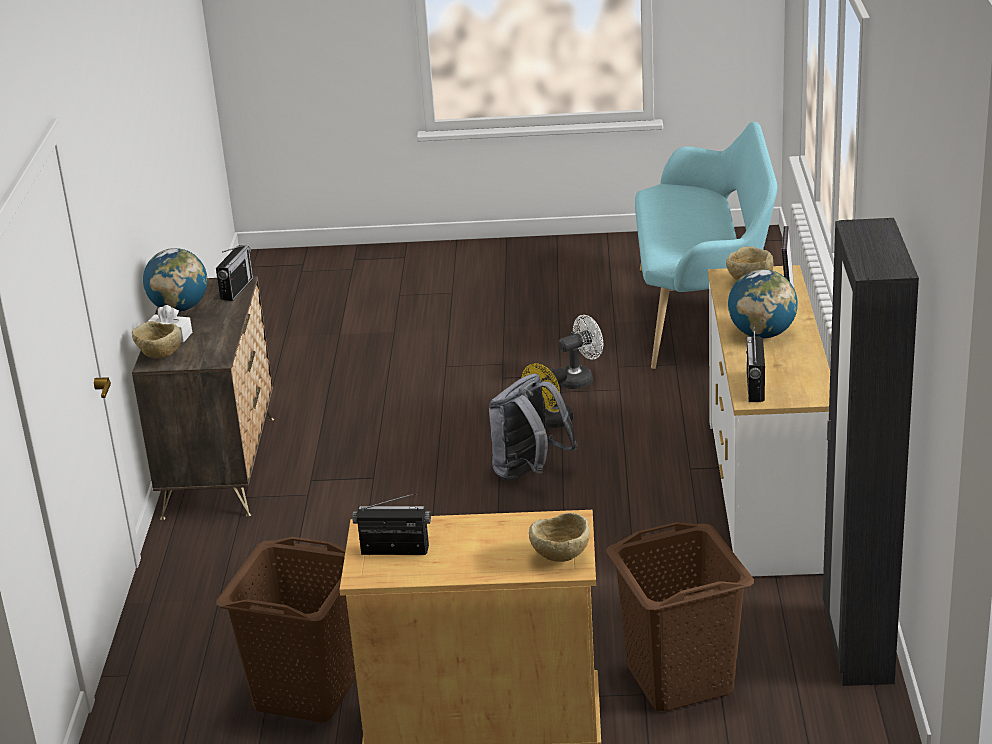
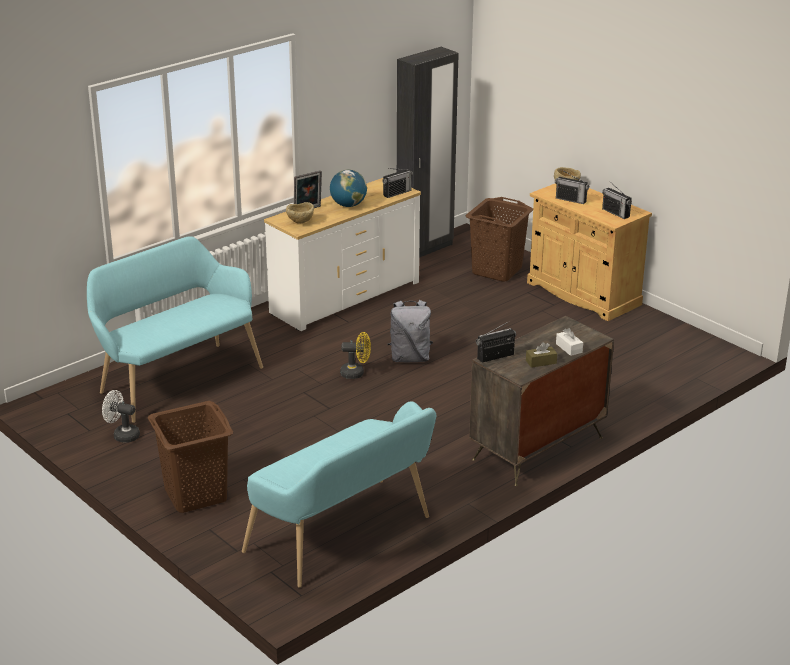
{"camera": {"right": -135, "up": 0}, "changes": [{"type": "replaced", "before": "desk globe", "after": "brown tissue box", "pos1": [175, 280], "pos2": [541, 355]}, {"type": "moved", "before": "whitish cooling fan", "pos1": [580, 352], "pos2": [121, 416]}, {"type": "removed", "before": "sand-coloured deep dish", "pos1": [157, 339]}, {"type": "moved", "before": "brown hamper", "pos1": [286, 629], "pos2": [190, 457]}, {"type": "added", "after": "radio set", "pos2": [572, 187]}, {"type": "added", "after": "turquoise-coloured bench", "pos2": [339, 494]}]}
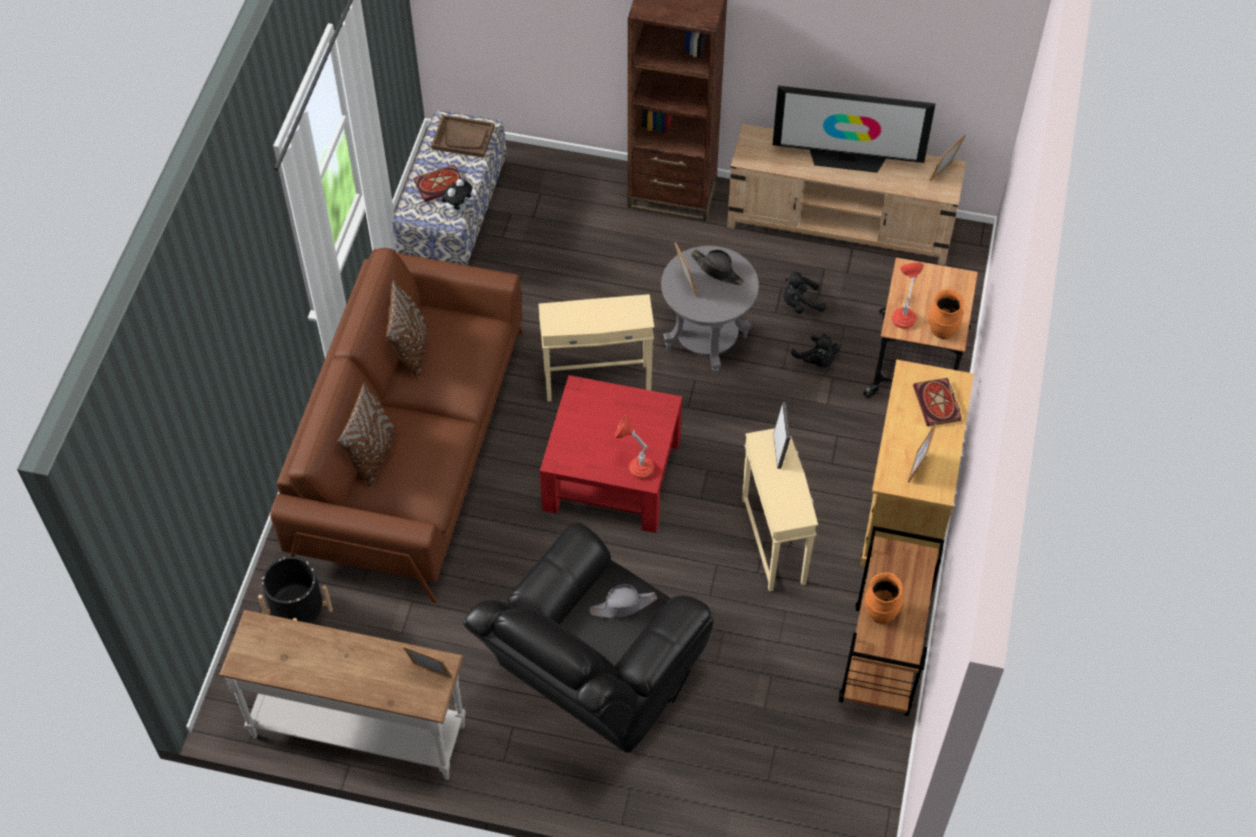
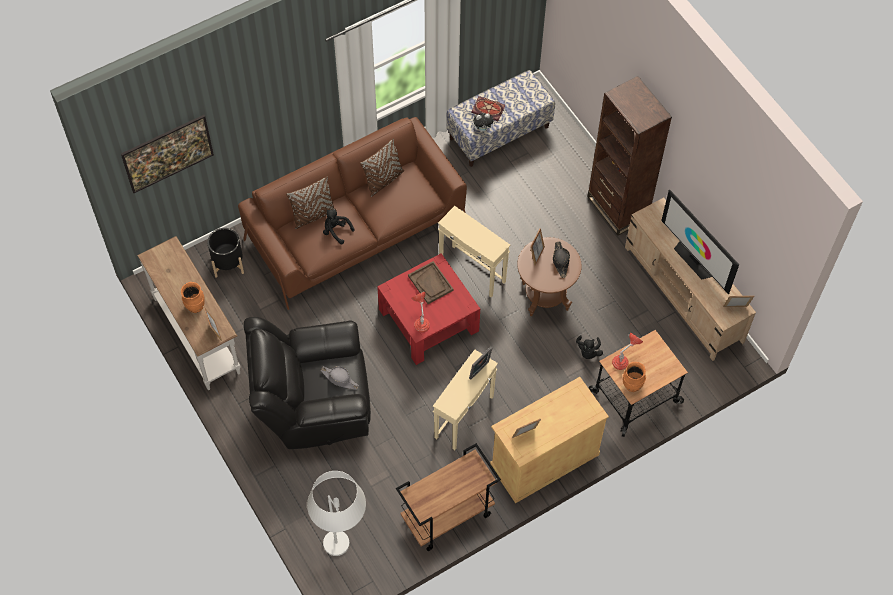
{"camera": {"right": 45, "up": 5}, "changes": [{"type": "moved", "before": "brown tray", "pos1": [463, 136], "pos2": [430, 282]}, {"type": "recoloured", "before": "greyish side table", "after": "brown side table", "pos1": [710, 311], "pos2": [549, 276]}, {"type": "moved", "before": "black plush toy", "pos1": [804, 293], "pos2": [338, 226]}, {"type": "removed", "before": "book", "pos1": [937, 402]}, {"type": "moved", "before": "orangey decorative vase", "pos1": [884, 598], "pos2": [193, 297]}, {"type": "added", "after": "picture", "pos2": [167, 154]}, {"type": "added", "after": "whitish standing lamp", "pos2": [336, 513]}]}
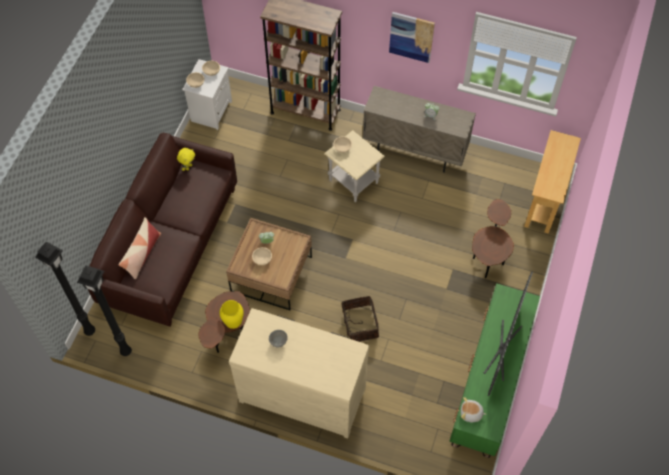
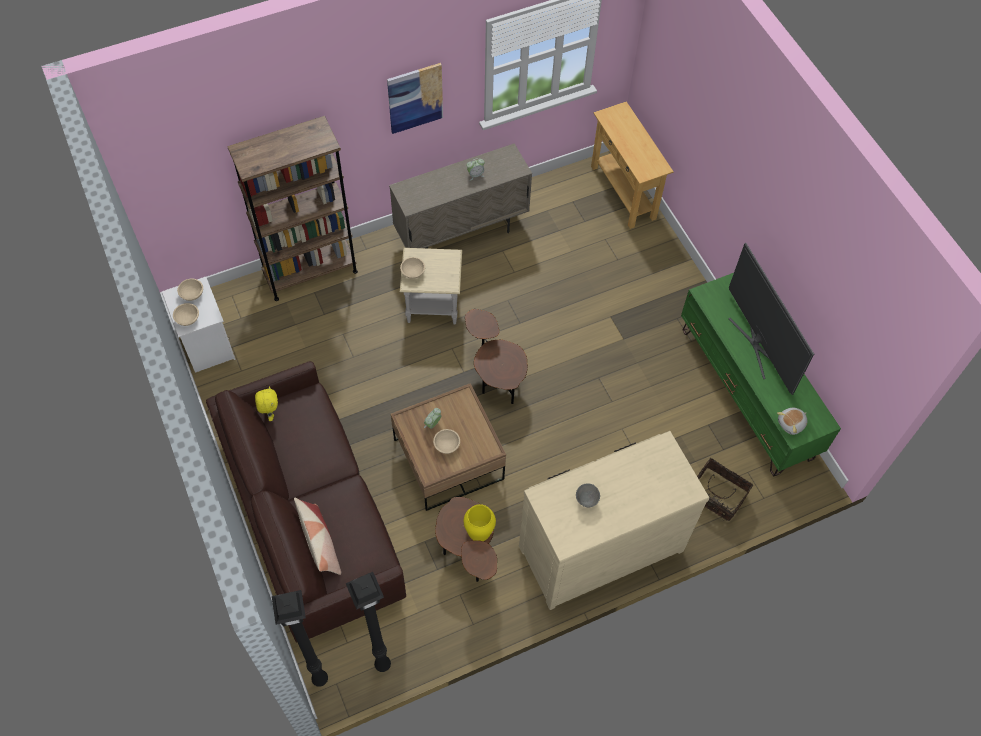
{"camera": {"right": -45, "up": 0}, "changes": [{"type": "moved", "before": "brown side table", "pos1": [493, 238], "pos2": [496, 356]}, {"type": "moved", "before": "basket", "pos1": [359, 319], "pos2": [725, 489]}]}
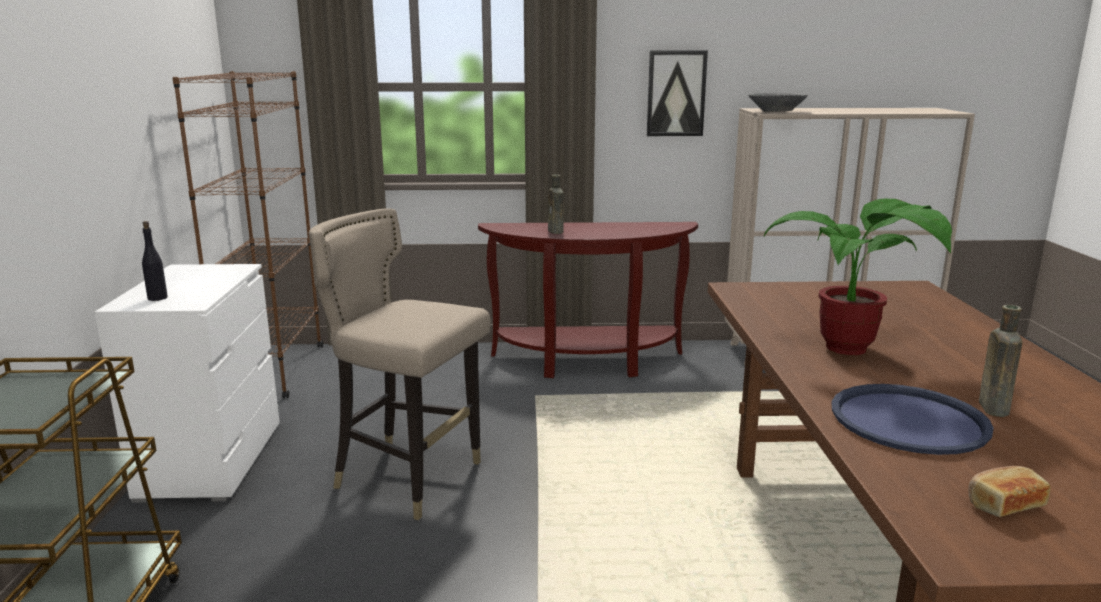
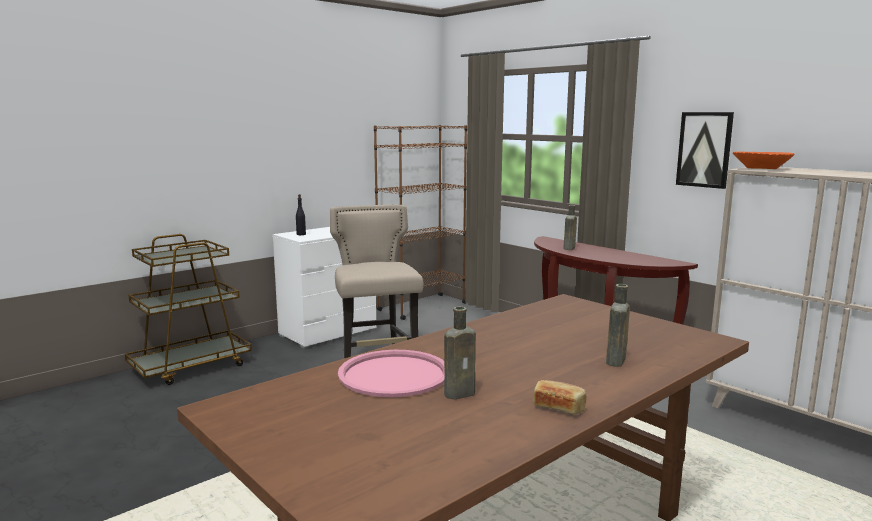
{"camera": {"right": 50, "up": -5}, "changes": [{"type": "recoloured", "before": "greyish deep dish", "after": "orangey deep dish", "pos1": [778, 102], "pos2": [764, 160]}, {"type": "removed", "before": "houseplant", "pos1": [858, 277]}, {"type": "recoloured", "before": "blue tray", "after": "pink tray", "pos1": [912, 419], "pos2": [391, 373]}, {"type": "moved", "before": "bread", "pos1": [1009, 491], "pos2": [560, 397]}, {"type": "added", "after": "brown drink bottle", "pos2": [618, 325]}]}
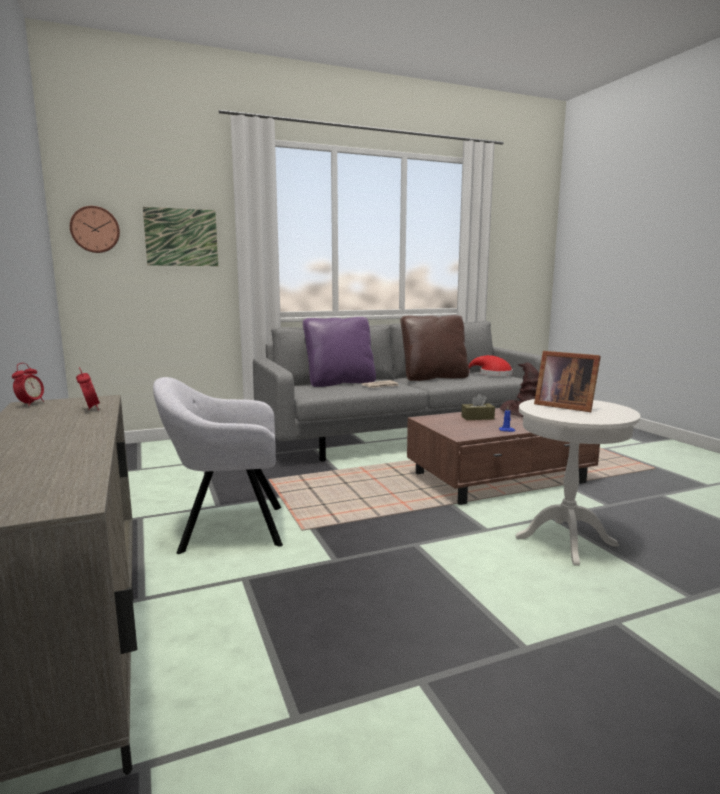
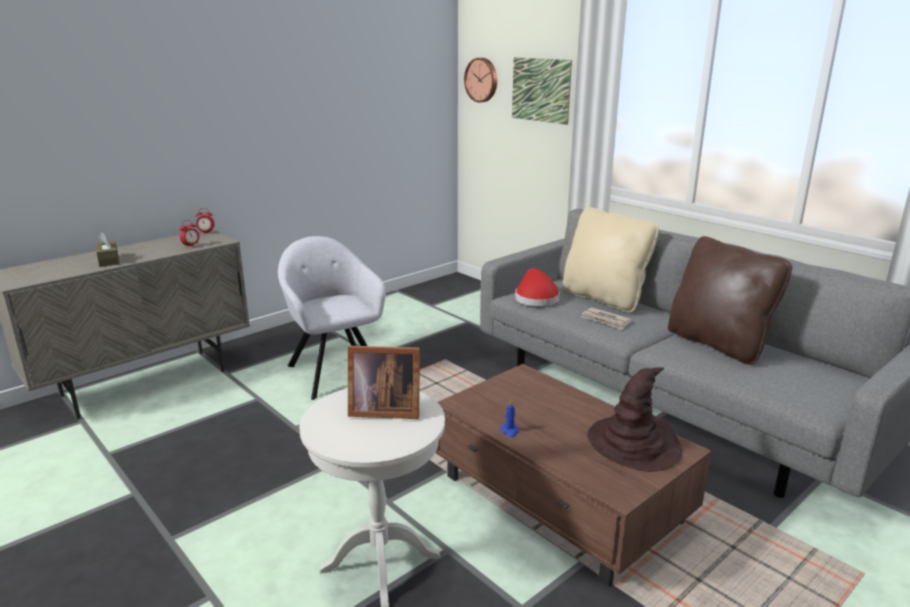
{"camera": {"right": 70, "up": 10}, "changes": [{"type": "recoloured", "before": "purple pillow", "after": "sand-coloured pillow", "pos1": [339, 352], "pos2": [610, 260]}, {"type": "turned", "before": "picture frame", "pos1": [567, 381], "pos2": [384, 382], "turn": -105}, {"type": "moved", "before": "red-coloured clothing hat", "pos1": [491, 365], "pos2": [537, 287]}, {"type": "moved", "before": "brown tissue box", "pos1": [478, 407], "pos2": [108, 249]}]}
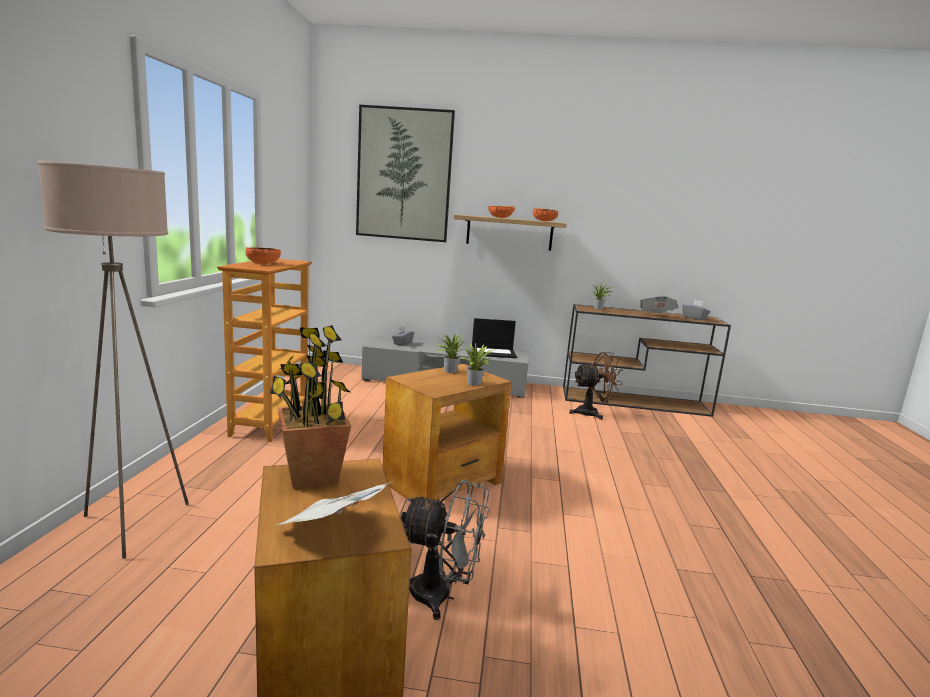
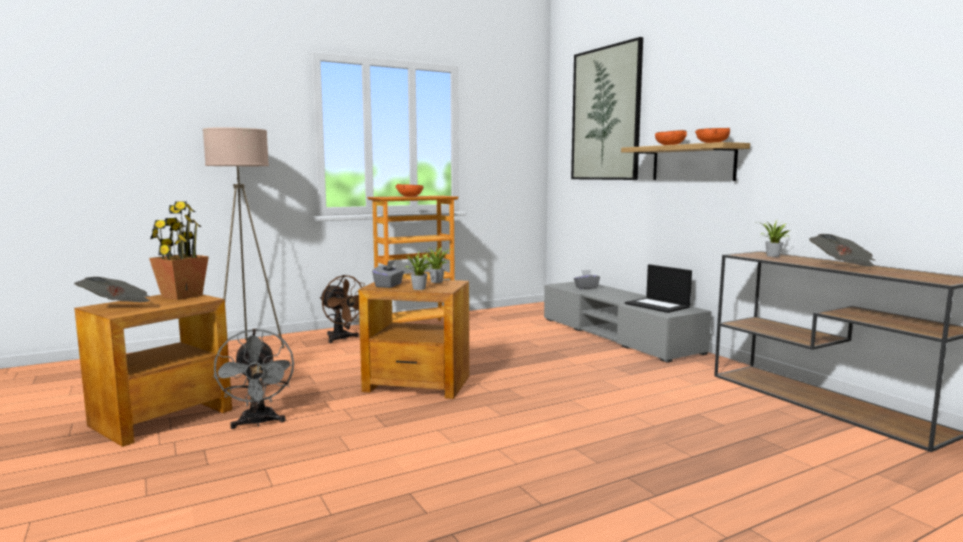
{"camera": {"right": 55, "up": -5}, "changes": [{"type": "moved", "before": "greyish tissue box", "pos1": [696, 310], "pos2": [388, 274]}, {"type": "moved", "before": "brown cooling fan", "pos1": [596, 386], "pos2": [342, 309]}]}
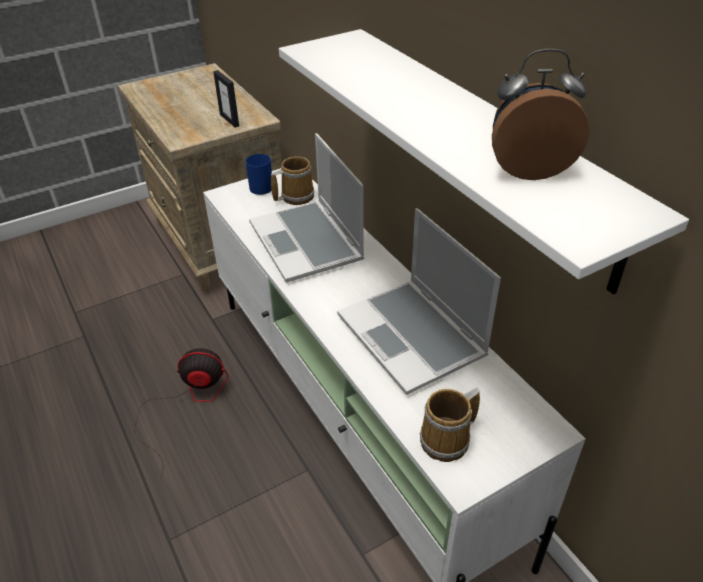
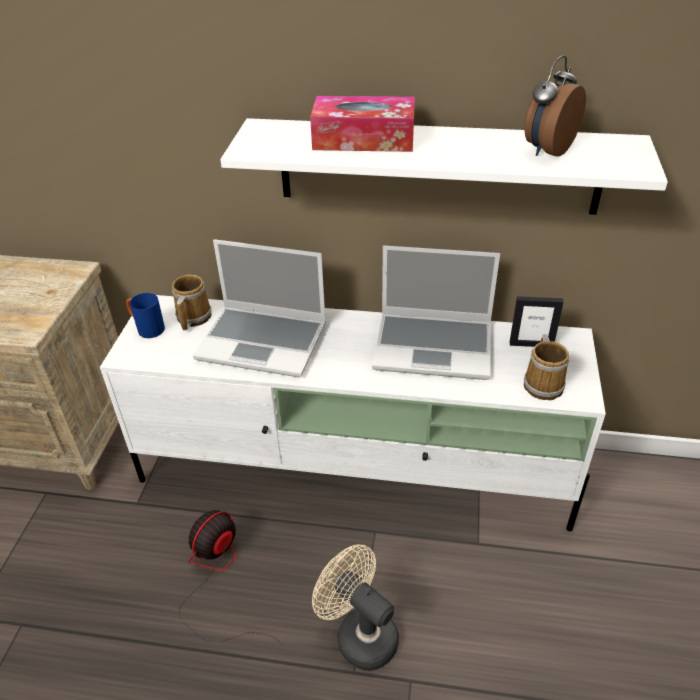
{"camera": {"right": -50, "up": 0}, "changes": [{"type": "moved", "before": "picture frame", "pos1": [226, 99], "pos2": [536, 321]}, {"type": "added", "after": "tissue box", "pos2": [362, 124]}, {"type": "added", "after": "sand-coloured cooling fan", "pos2": [355, 608]}]}
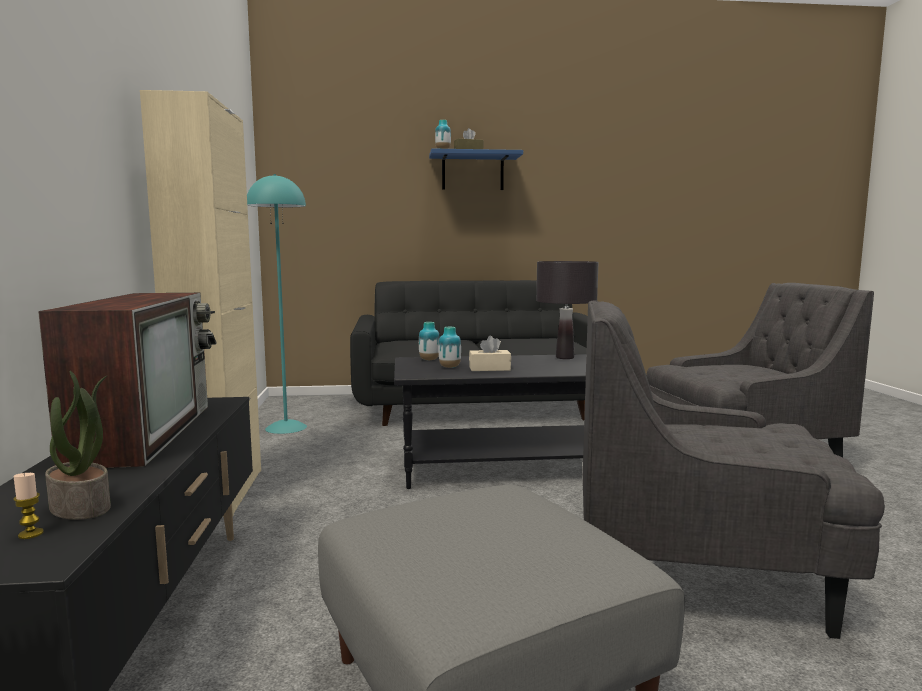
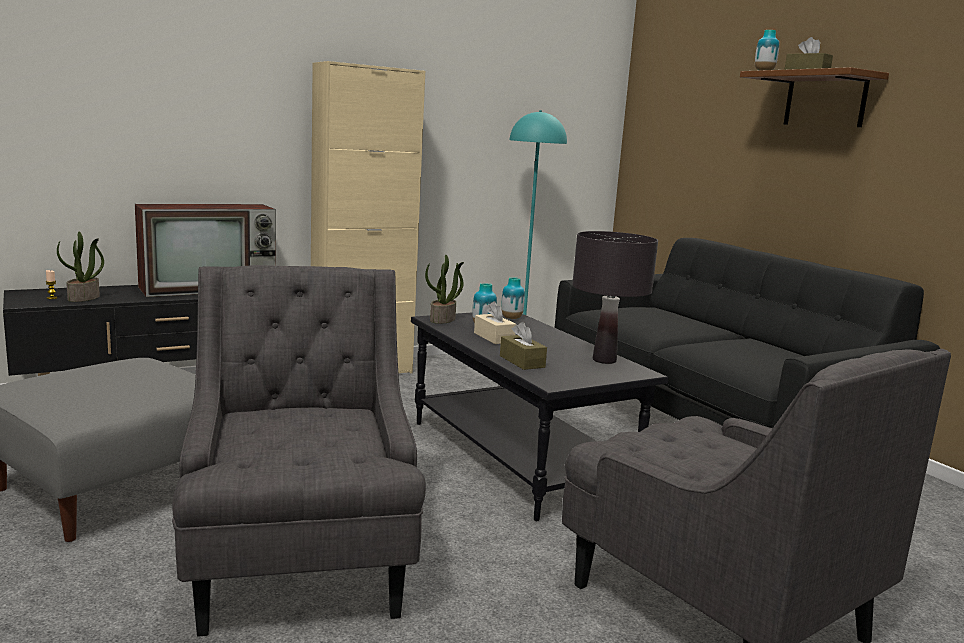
{"camera": {"right": 65, "up": 5}, "changes": [{"type": "recoloured", "before": "blue wall shelf", "after": "brown wall shelf", "pos1": [476, 169], "pos2": [814, 97]}, {"type": "added", "after": "houseplant", "pos2": [444, 289]}, {"type": "added", "after": "brown tissue box", "pos2": [523, 346]}]}
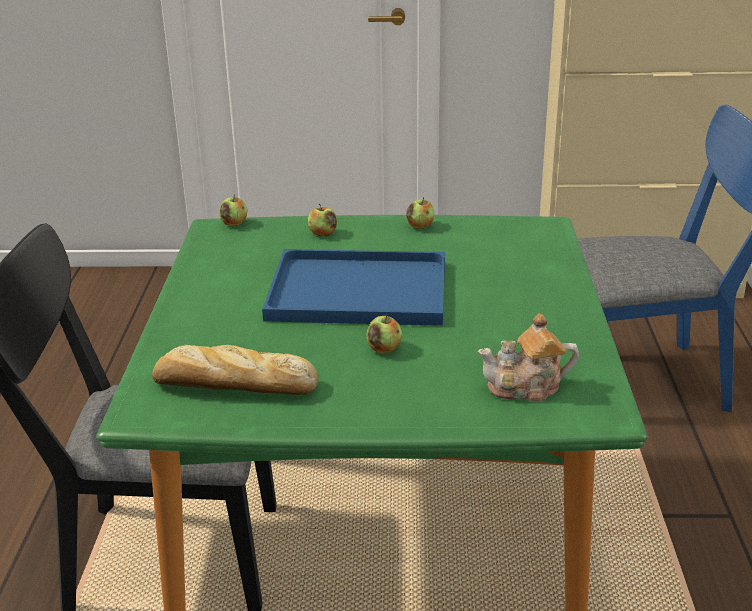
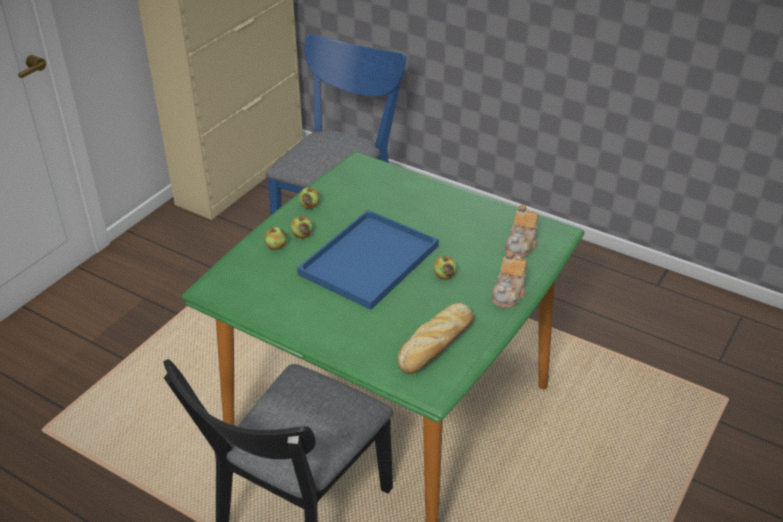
{"camera": {"right": -60, "up": 10}, "changes": [{"type": "moved", "before": "whole apple", "pos1": [233, 210], "pos2": [302, 227]}, {"type": "added", "after": "pot for tea", "pos2": [509, 279]}]}
